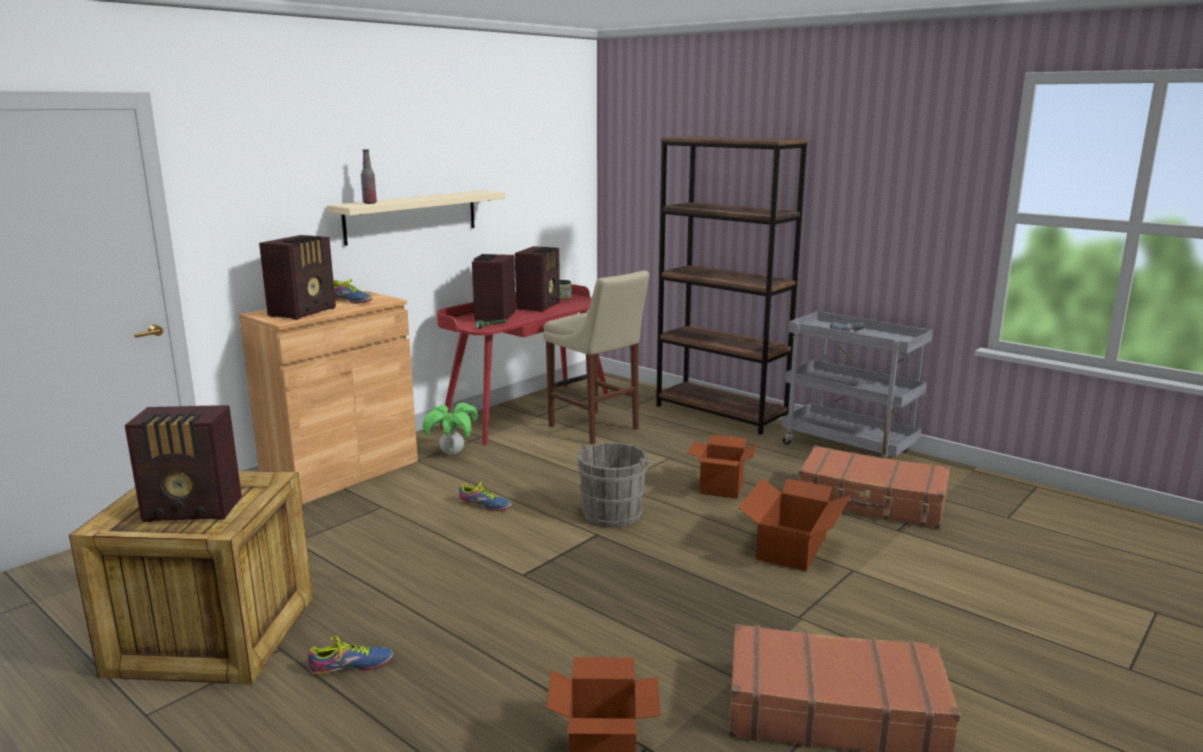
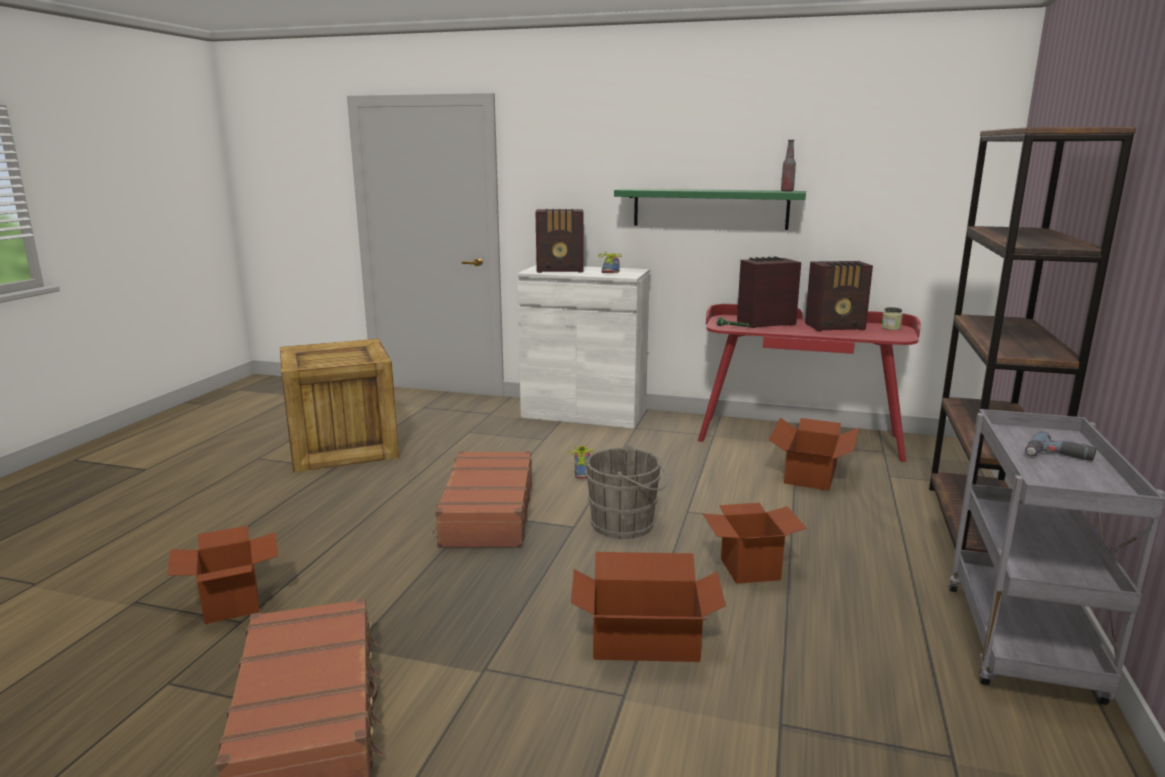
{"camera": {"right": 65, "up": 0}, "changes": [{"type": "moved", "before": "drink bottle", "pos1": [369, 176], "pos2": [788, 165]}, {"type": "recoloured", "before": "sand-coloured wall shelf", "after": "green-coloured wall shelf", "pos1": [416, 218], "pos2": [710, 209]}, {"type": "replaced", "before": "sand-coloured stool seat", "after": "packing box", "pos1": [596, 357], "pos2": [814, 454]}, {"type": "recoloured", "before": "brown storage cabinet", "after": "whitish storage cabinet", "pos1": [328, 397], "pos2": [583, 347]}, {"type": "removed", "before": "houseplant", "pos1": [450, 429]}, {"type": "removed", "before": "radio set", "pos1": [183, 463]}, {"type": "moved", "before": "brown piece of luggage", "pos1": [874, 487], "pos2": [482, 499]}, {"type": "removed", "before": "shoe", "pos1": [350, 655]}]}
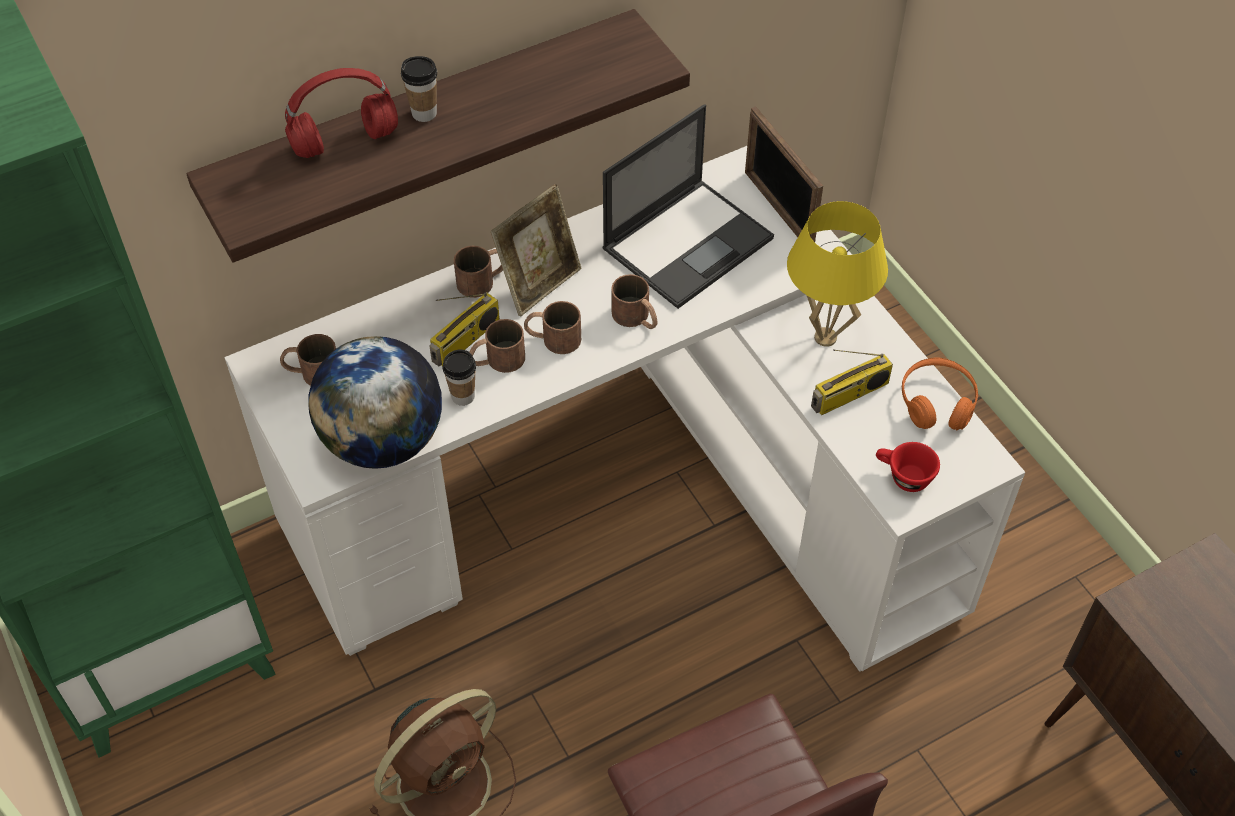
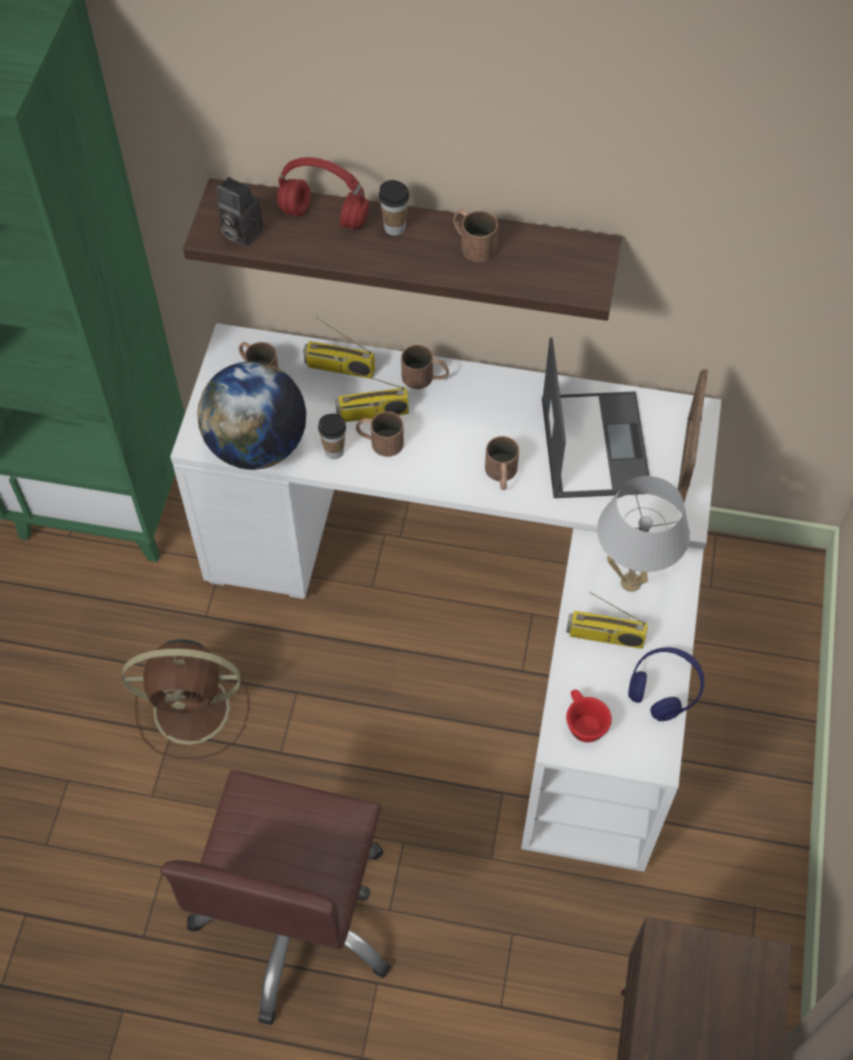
{"camera": {"right": 40, "up": 5}, "changes": [{"type": "turned", "before": "notebook computer", "pos1": [688, 206], "pos2": [596, 417], "turn": -90}, {"type": "removed", "before": "picture frame", "pos1": [536, 250]}, {"type": "recoloured", "before": "yellowish table lamp", "after": "whitish table lamp", "pos1": [837, 274], "pos2": [643, 534]}, {"type": "moved", "before": "brown mug", "pos1": [552, 327], "pos2": [475, 236]}, {"type": "recoloured", "before": "orangey pair of headphones", "after": "blue pair of headphones", "pos1": [940, 394], "pos2": [666, 684]}, {"type": "added", "after": "still camera", "pos2": [240, 212]}, {"type": "added", "after": "radio set", "pos2": [339, 348]}]}
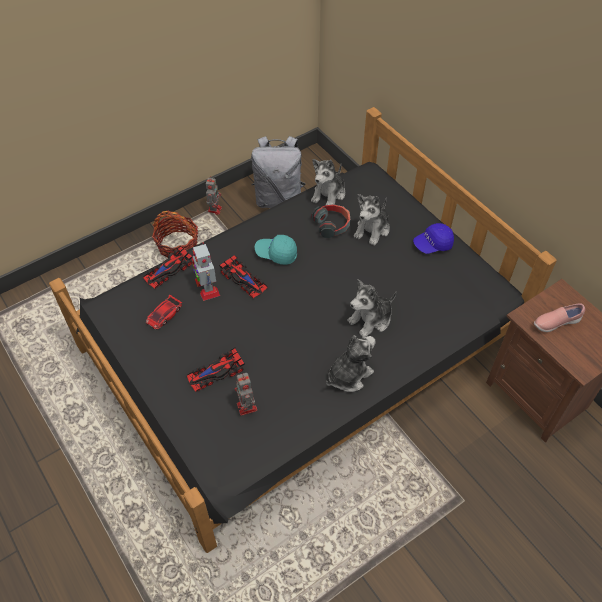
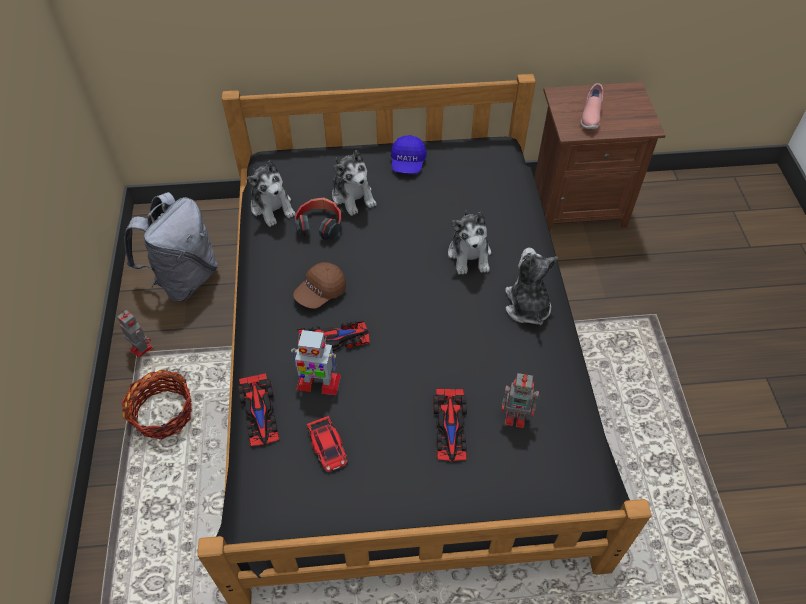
{"camera": {"right": -60, "up": 0}, "changes": [{"type": "recoloured", "before": "turquoise-coloured peaked cap", "after": "brown peaked cap", "pos1": [276, 250], "pos2": [319, 285]}]}
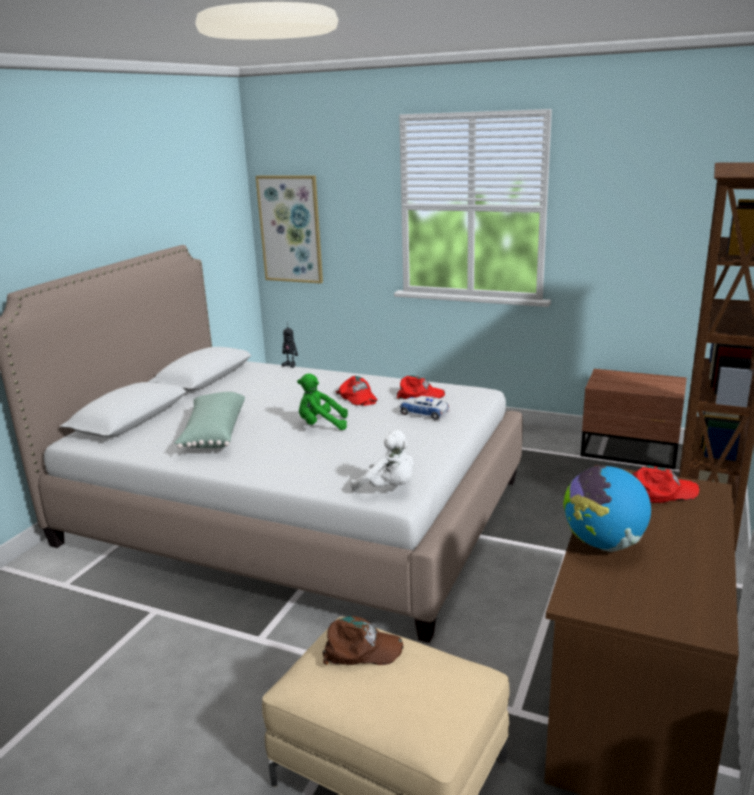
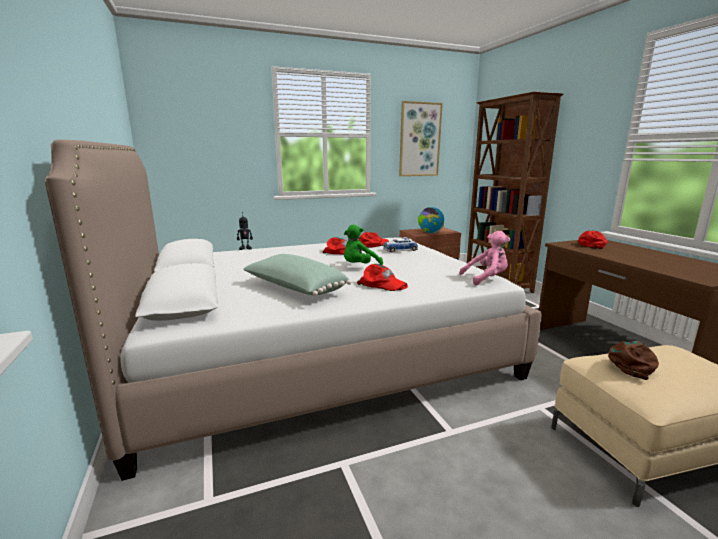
{"camera": {"right": -45, "up": -5}, "changes": [{"type": "moved", "before": "picture", "pos1": [289, 230], "pos2": [421, 138]}, {"type": "recoloured", "before": "whitish plush toy", "after": "pink plush toy", "pos1": [382, 461], "pos2": [484, 258]}, {"type": "moved", "before": "desk globe", "pos1": [607, 509], "pos2": [431, 220]}, {"type": "added", "after": "red-coloured peaked cap", "pos2": [382, 277]}]}
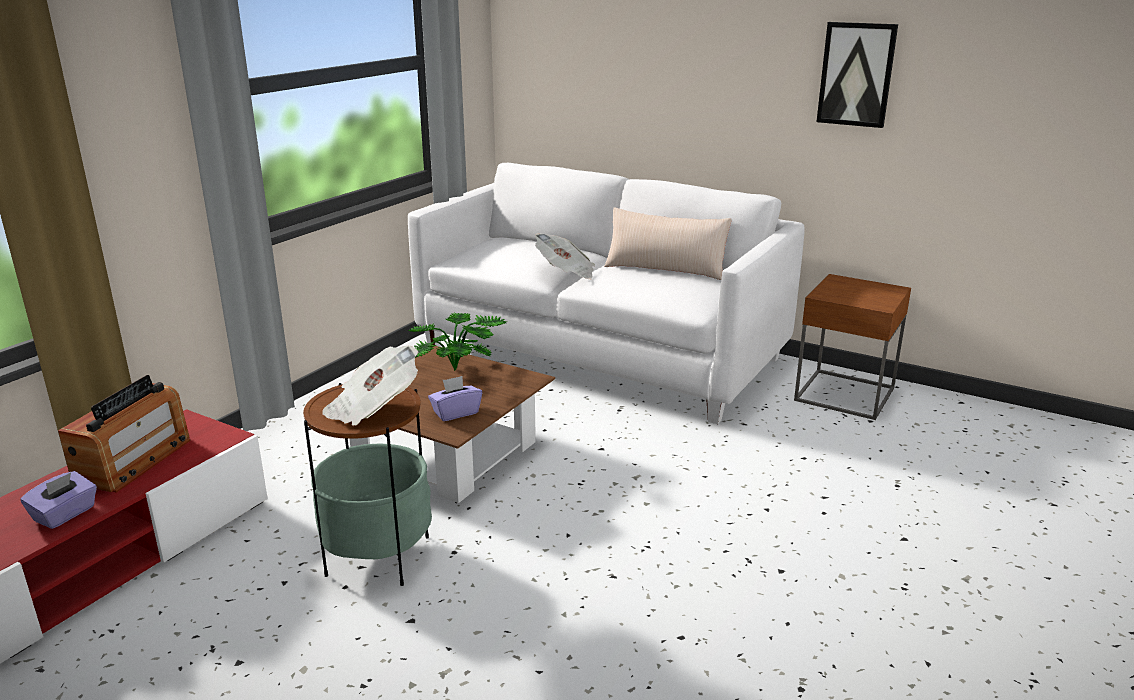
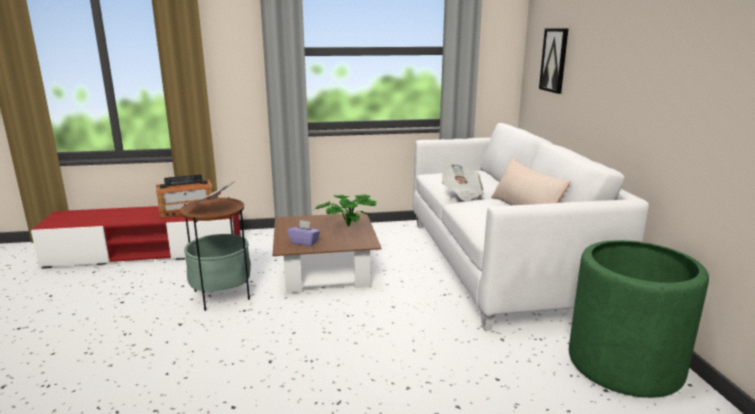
{"camera": {"right": 50, "up": -5}, "changes": [{"type": "moved", "before": "picture", "pos1": [857, 75], "pos2": [553, 61]}, {"type": "replaced", "before": "brown side table", "after": "green-coloured flower pot", "pos1": [852, 347], "pos2": [639, 319]}, {"type": "removed", "before": "purple tissue box", "pos1": [59, 500]}]}
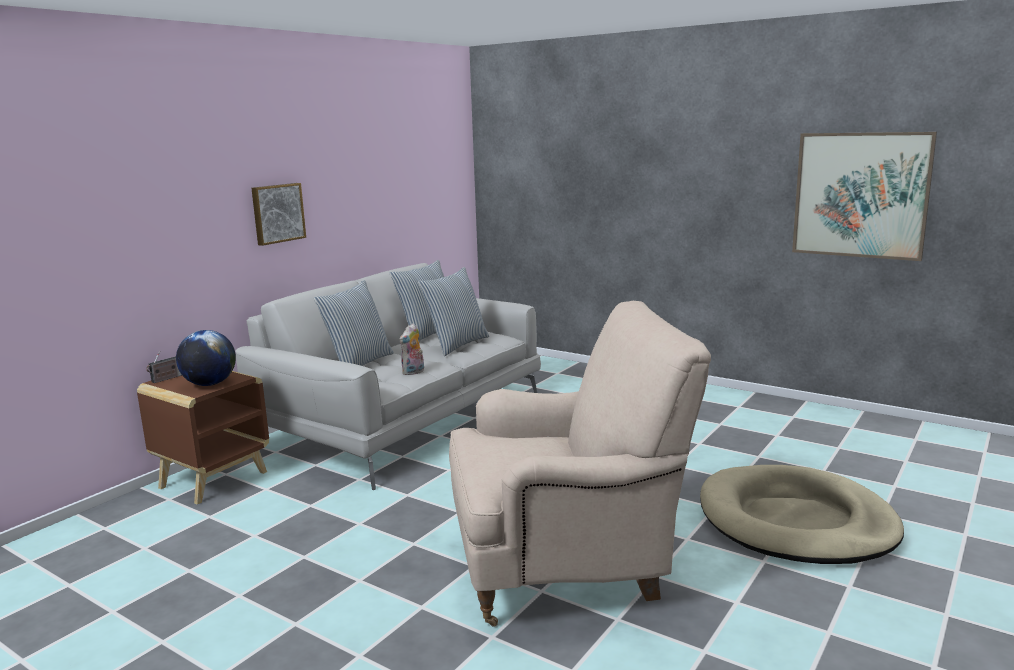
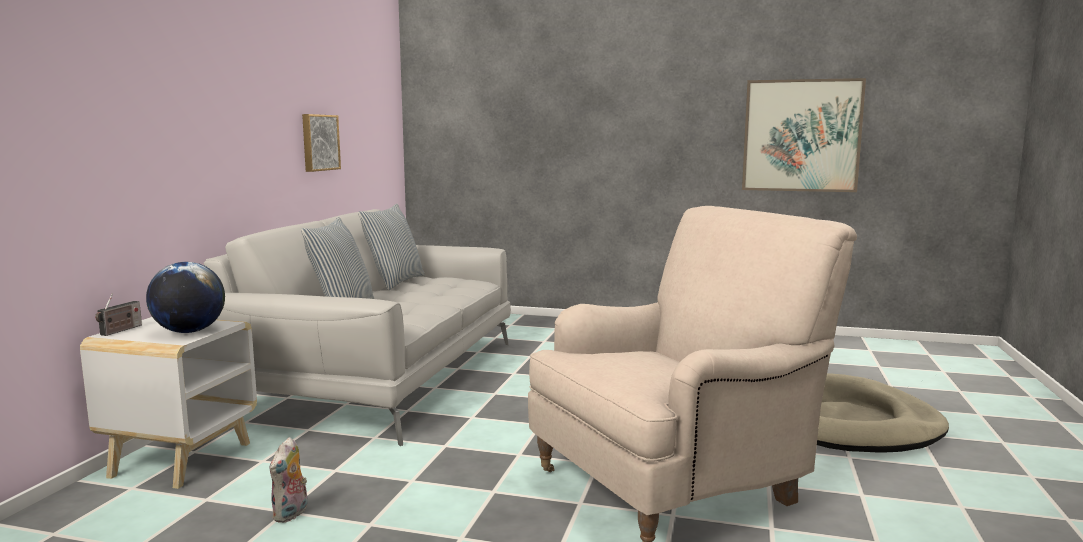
{"camera": {"right": -20, "up": -5}, "changes": [{"type": "moved", "before": "picture", "pos1": [278, 214], "pos2": [321, 143]}, {"type": "removed", "before": "pillow", "pos1": [453, 311]}, {"type": "moved", "before": "plush toy", "pos1": [411, 349], "pos2": [289, 480]}, {"type": "recoloured", "before": "brown side table", "after": "whitish side table", "pos1": [203, 438], "pos2": [168, 403]}]}
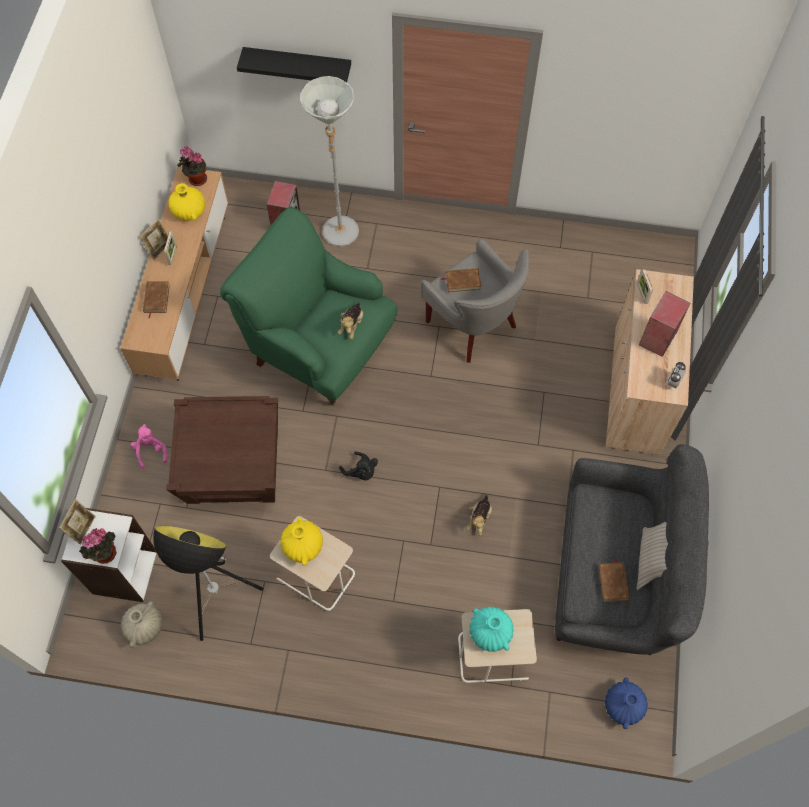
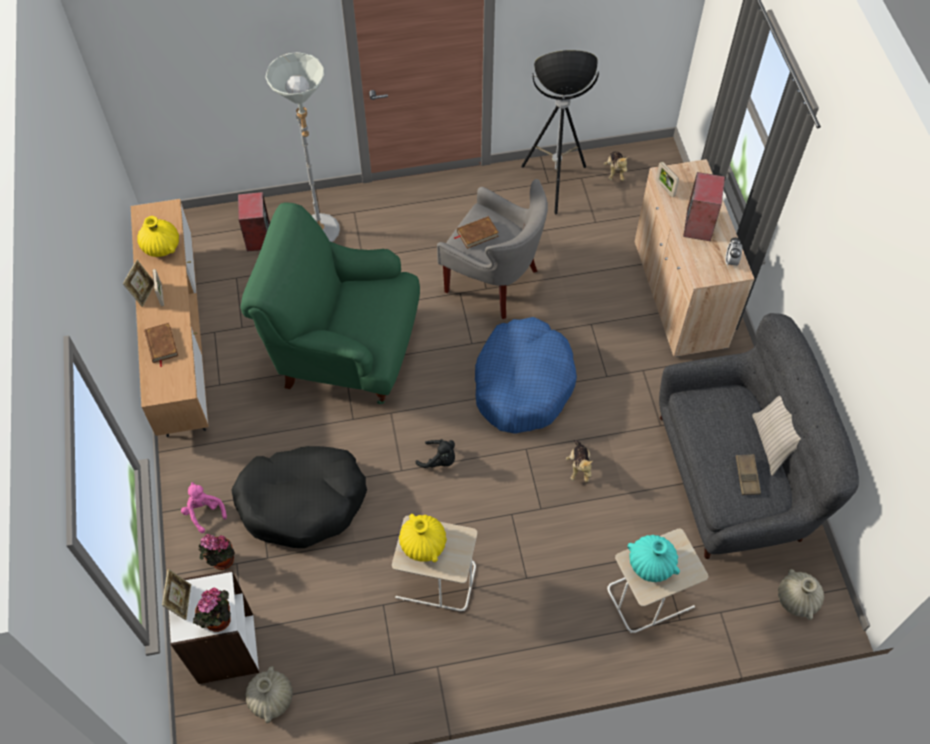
{"camera": {"right": -20, "up": -5}, "changes": [{"type": "removed", "before": "black wall shelf", "pos1": [294, 64]}, {"type": "moved", "before": "houseplant", "pos1": [192, 166], "pos2": [217, 552]}, {"type": "moved", "before": "plush toy", "pos1": [350, 320], "pos2": [616, 166]}, {"type": "replaced", "before": "brown side table", "after": "black dog bed", "pos1": [222, 450], "pos2": [299, 497]}, {"type": "moved", "before": "standing lamp", "pos1": [208, 583], "pos2": [560, 132]}, {"type": "replaced", "before": "brown book", "after": "brown tray", "pos1": [614, 580], "pos2": [748, 474]}, {"type": "recoloured", "before": "blue decorative vase", "after": "sand-coloured decorative vase", "pos1": [626, 703], "pos2": [801, 594]}, {"type": "added", "after": "blue dog bed", "pos2": [526, 375]}]}
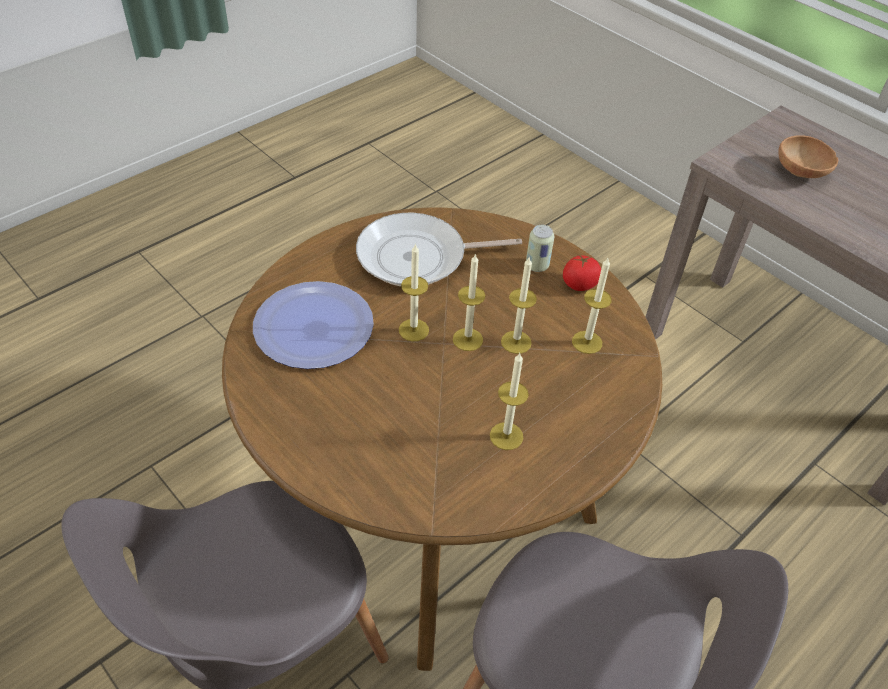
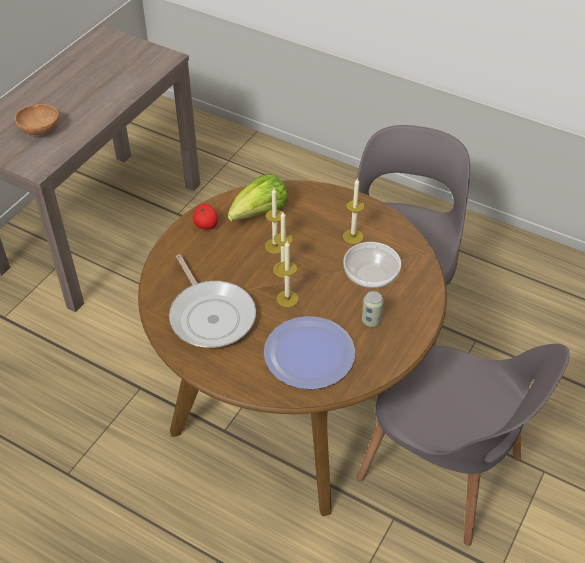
{"camera": {"right": -105, "up": 0}, "changes": [{"type": "moved", "before": "sealed can", "pos1": [540, 248], "pos2": [373, 309]}, {"type": "replaced", "before": "wax light", "after": "lettuce", "pos1": [592, 306], "pos2": [258, 198]}, {"type": "added", "after": "deep dish", "pos2": [372, 265]}]}
